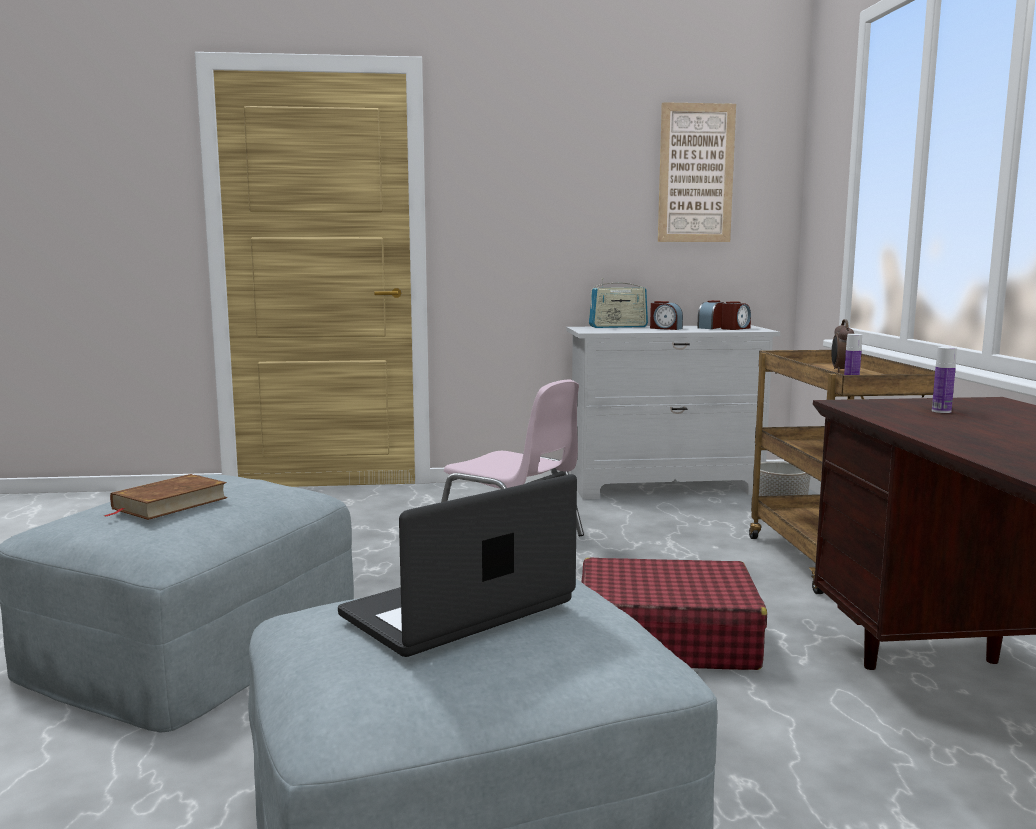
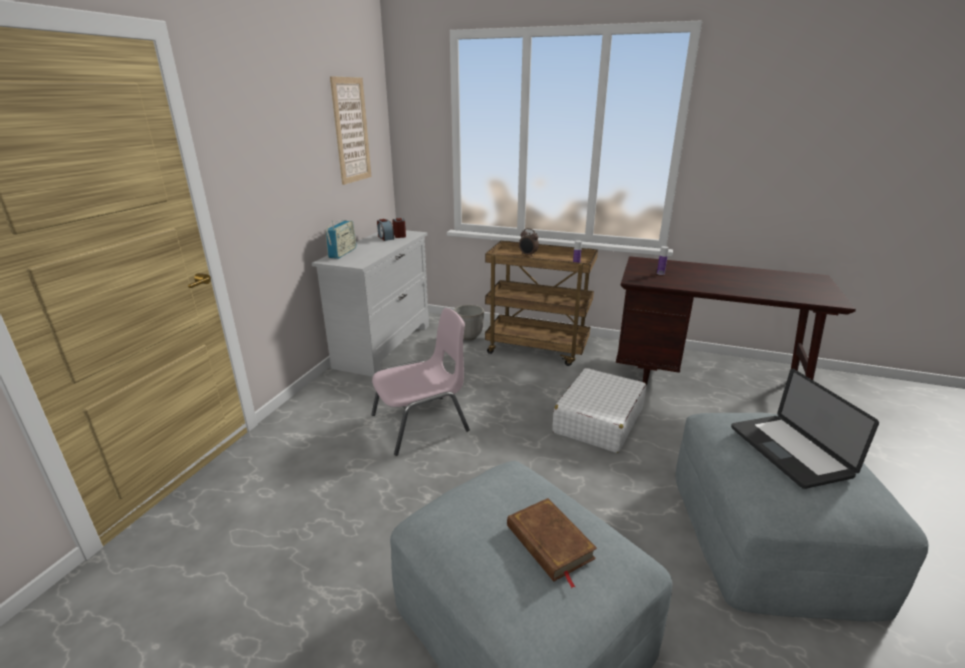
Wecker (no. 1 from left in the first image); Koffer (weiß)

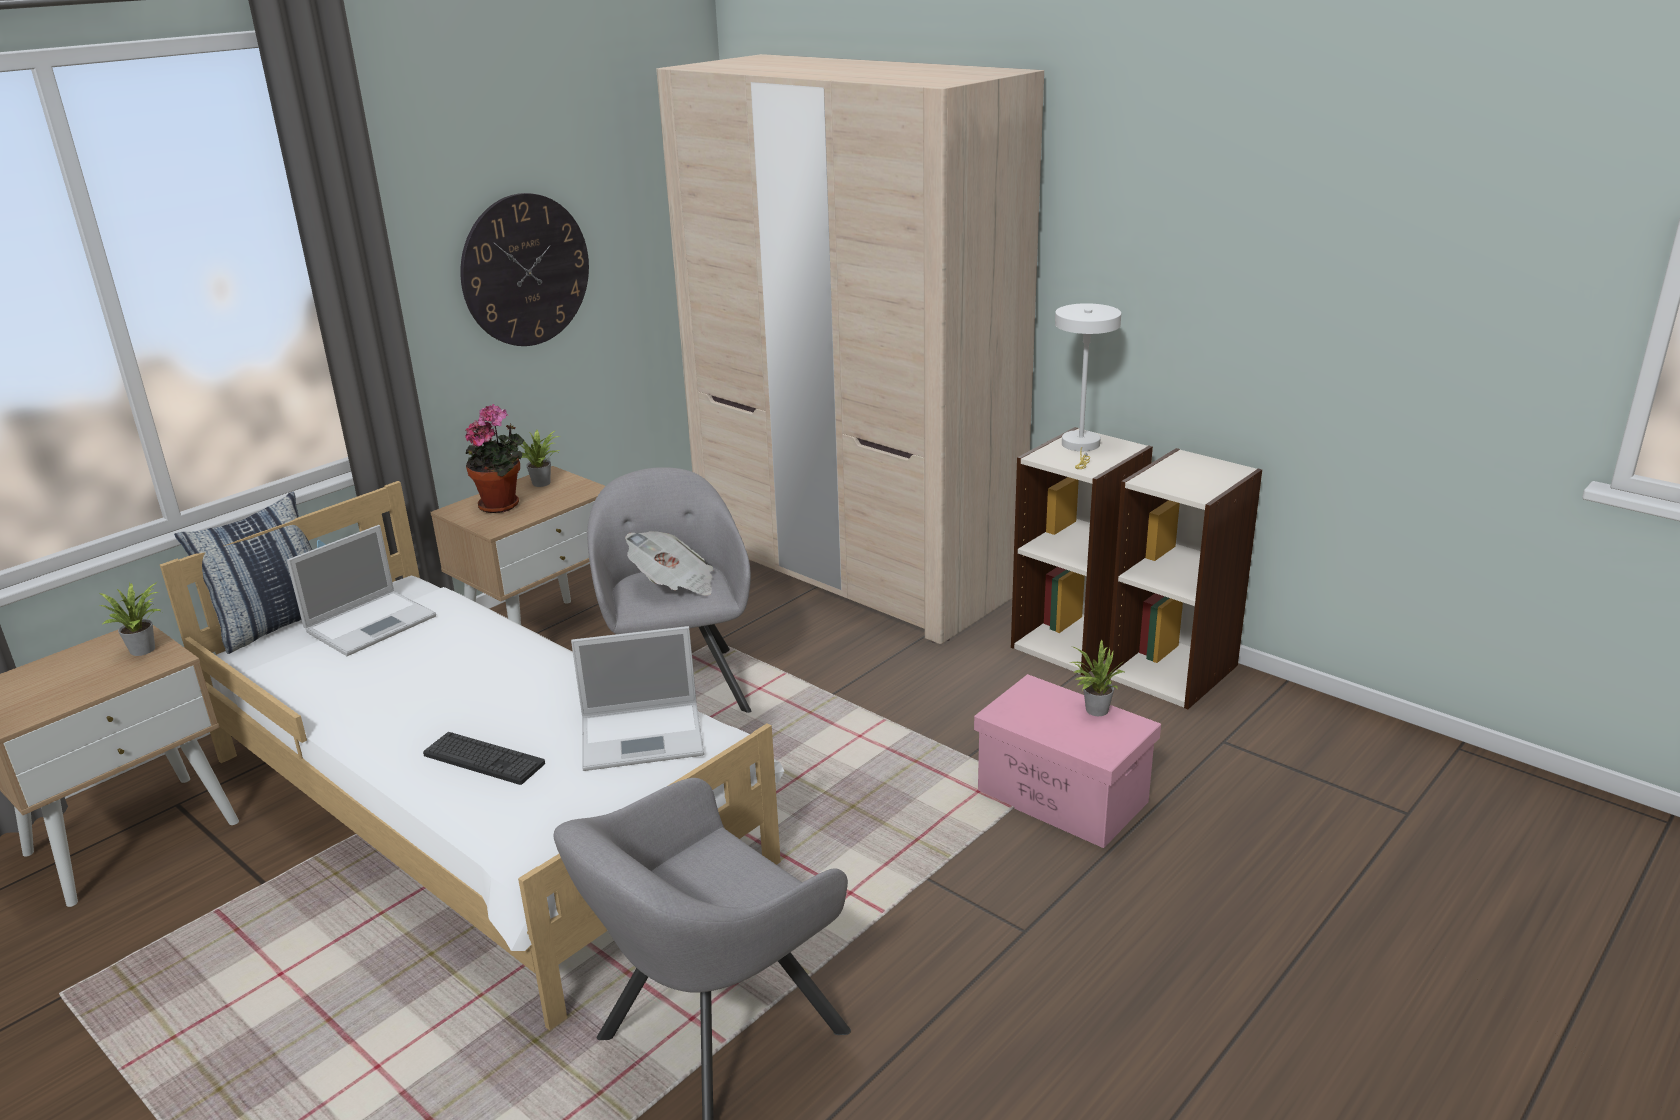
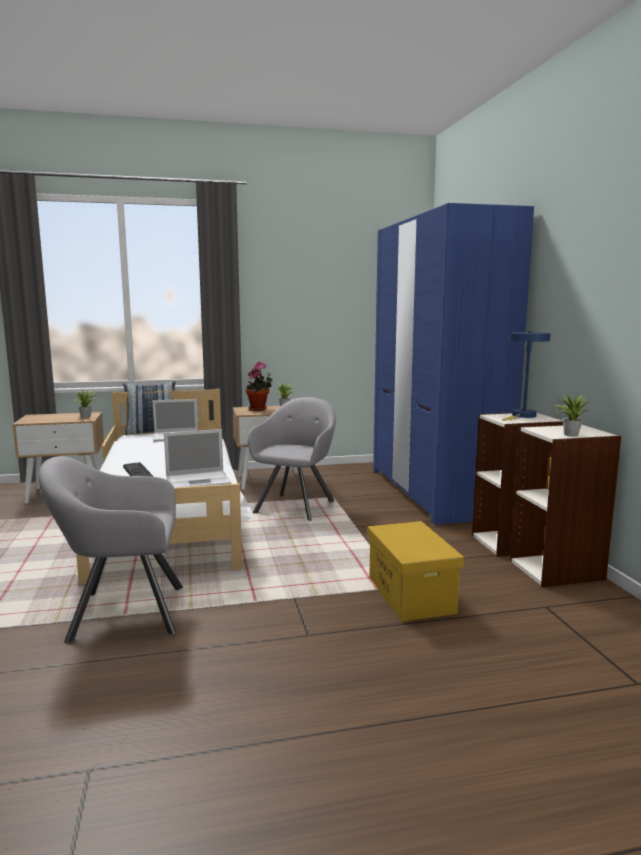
Kleiderschrank (blau); Wanduhr; Tischlampe (blau); Zeitung; Laptop (no. 2 from left); Topfpflanze (no. 4 from left); Aufbewahrungsbox (gelb)

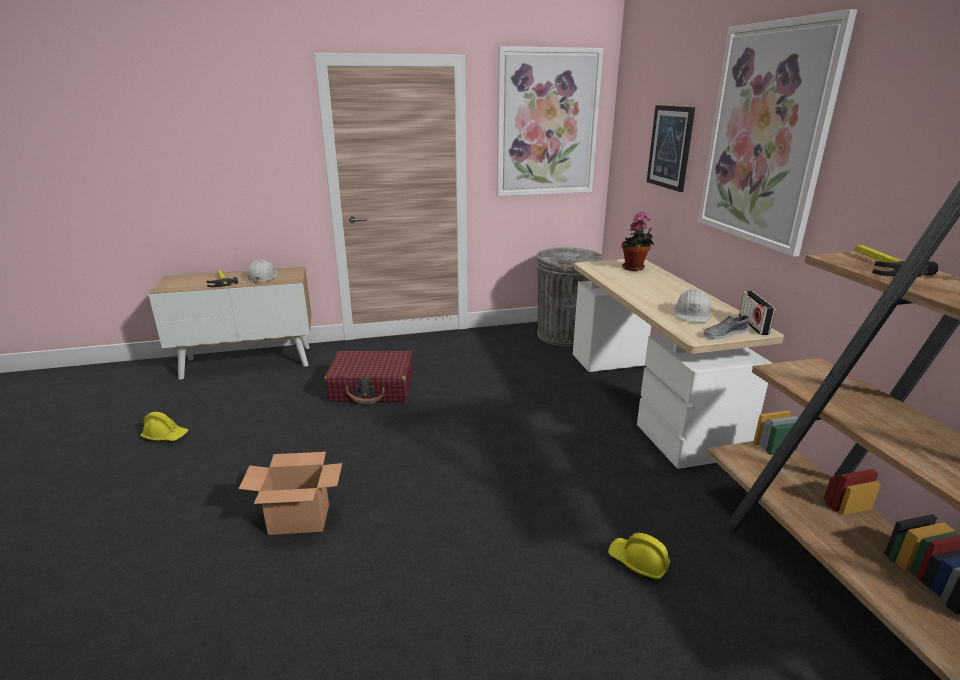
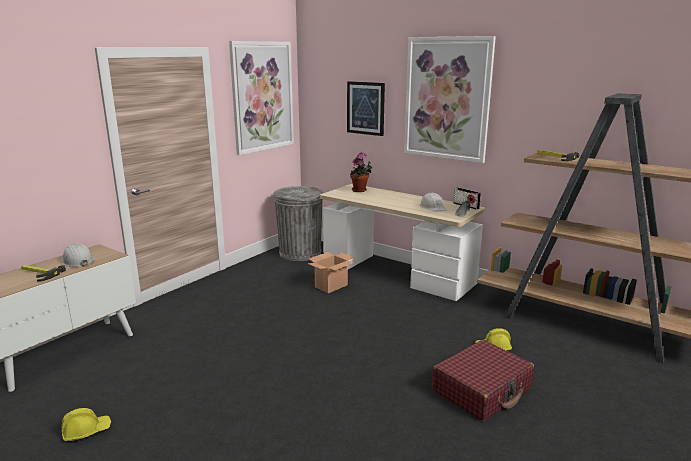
Koffer (rot); Karton

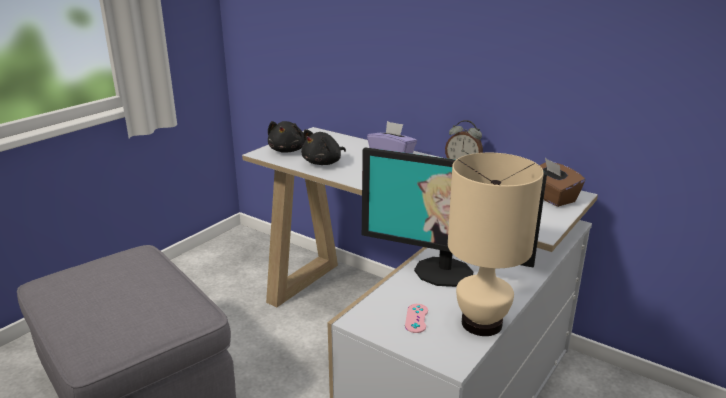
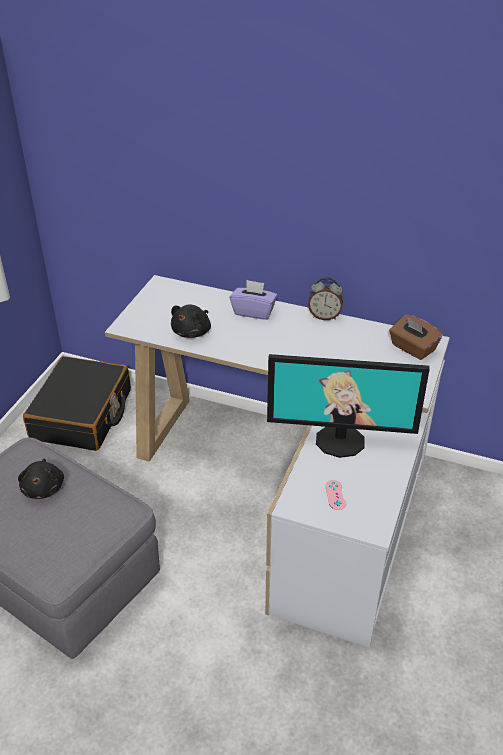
Plüschtier (schwarz) (no. 1 from left); Tischlampe (beige); Koffer (schwarz)

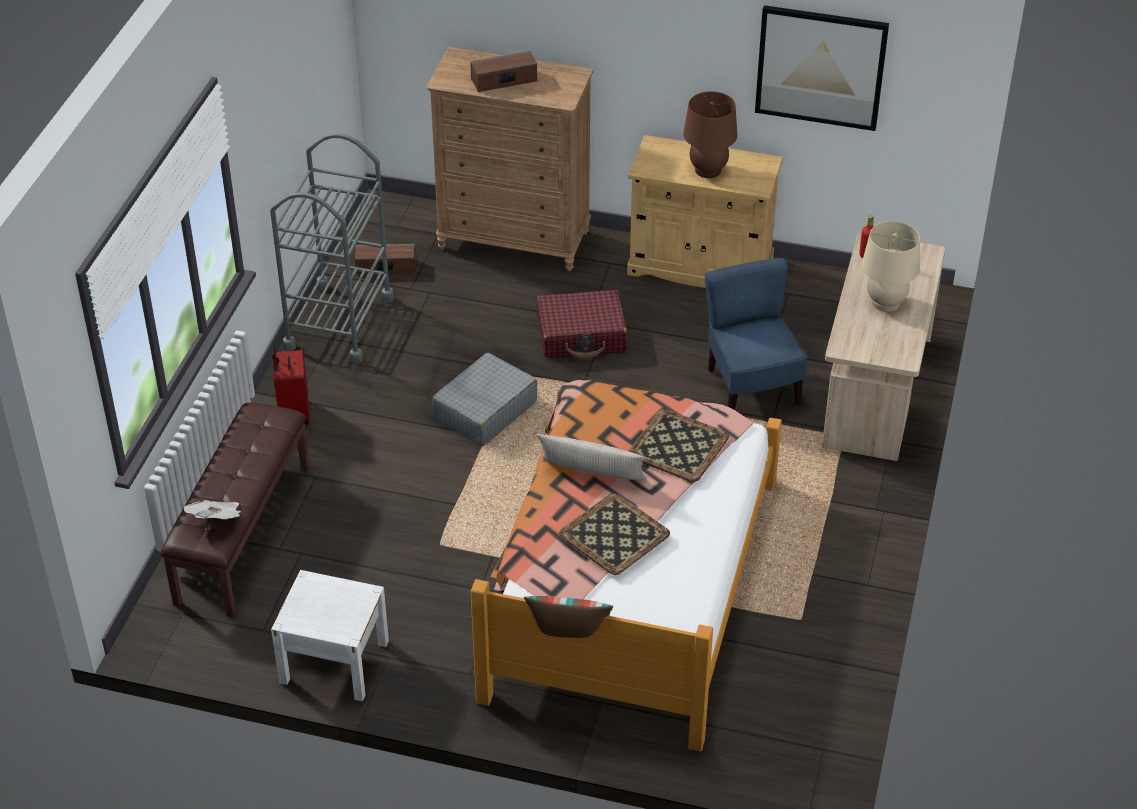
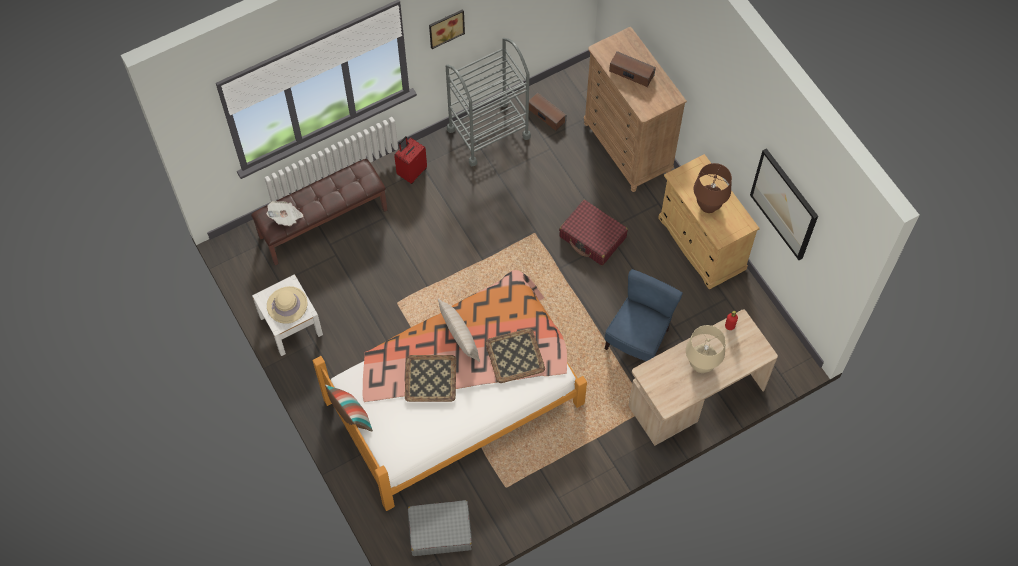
Koffer (grau); Bild (no. 1 from left); Hut (beige)

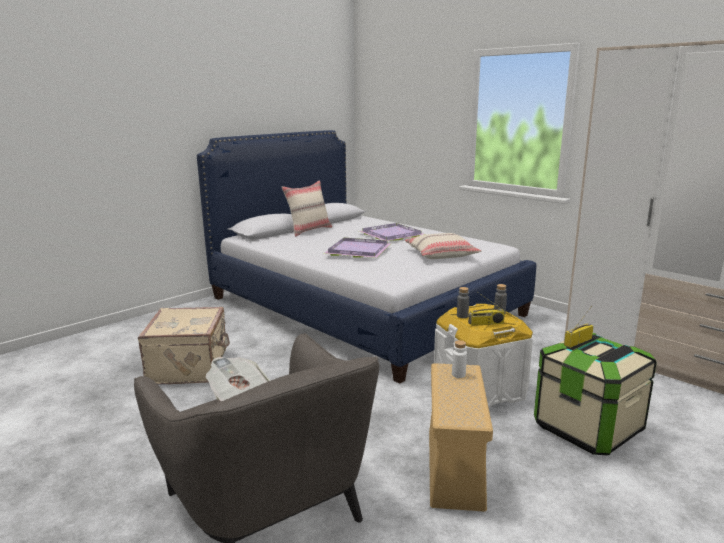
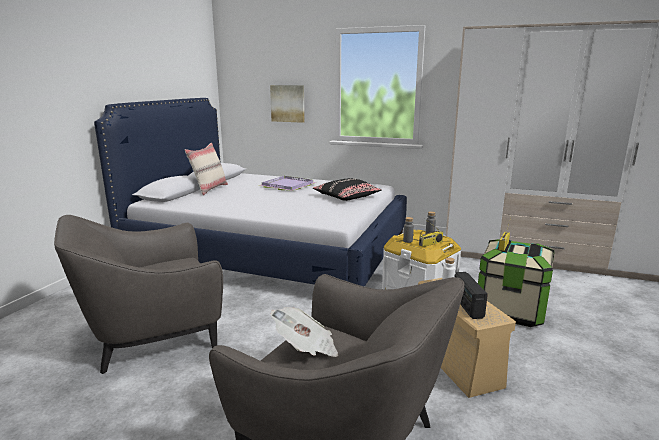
Kissen (schwarz); Tablett (lila) (no. 1 from left in the first image); Sessel (grau) (no. 1 from left); Bild; Radio (no. 2 from left)

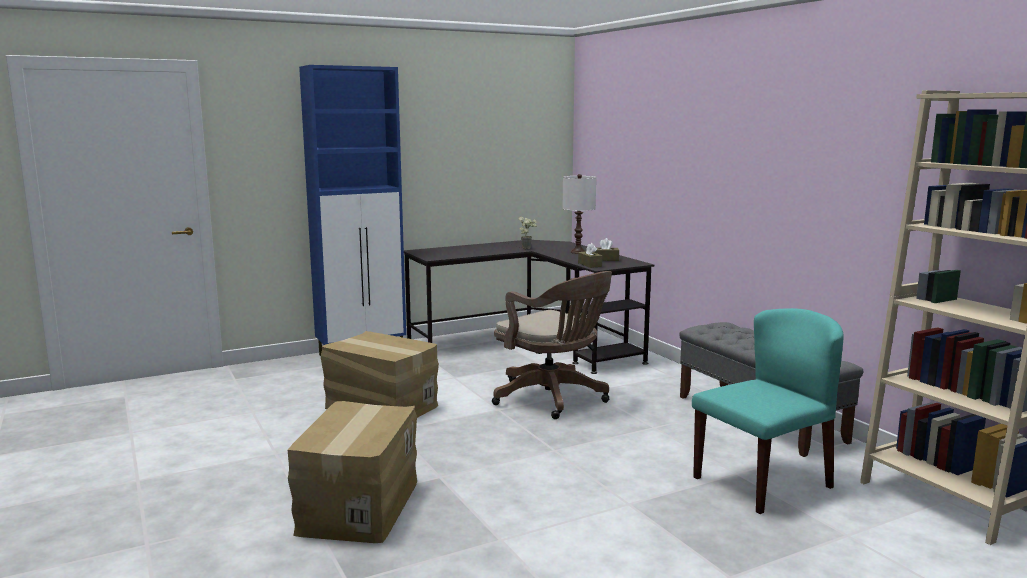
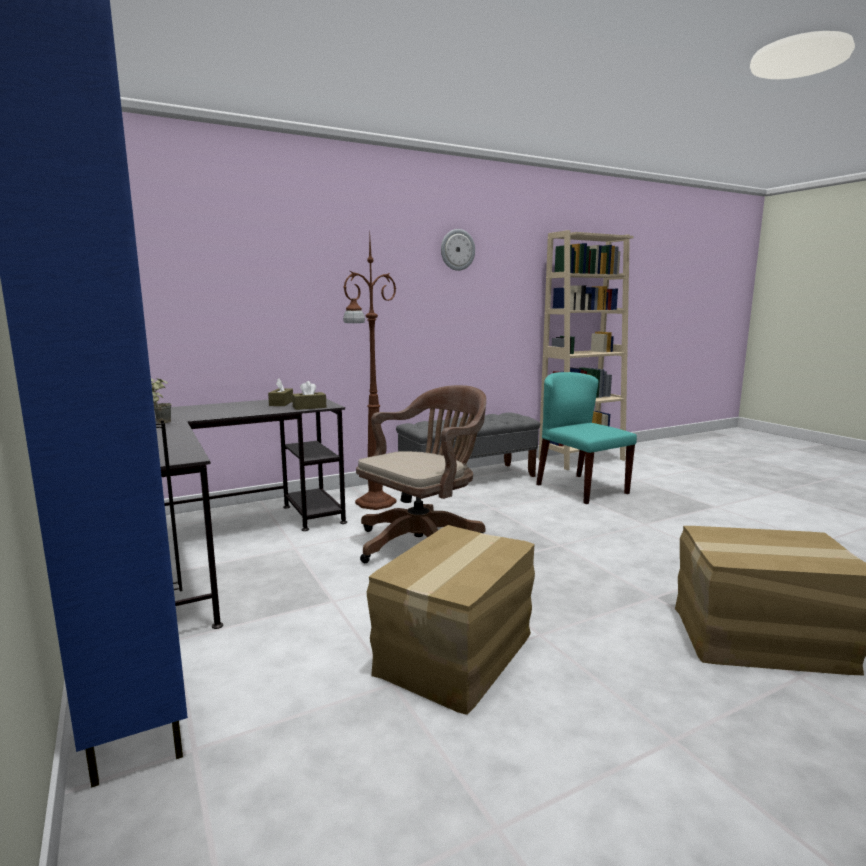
Tischlampe (weiß); Wanduhr; Stehlampe (braun)

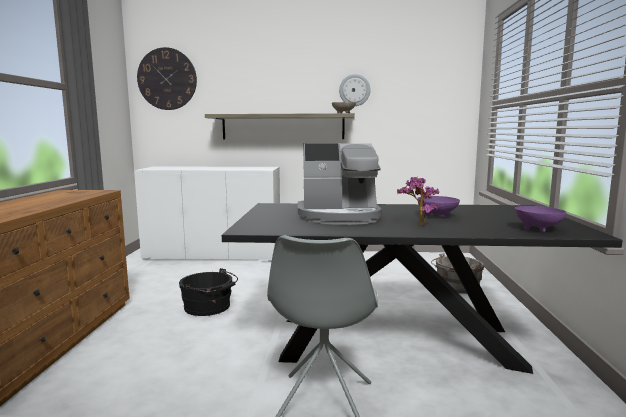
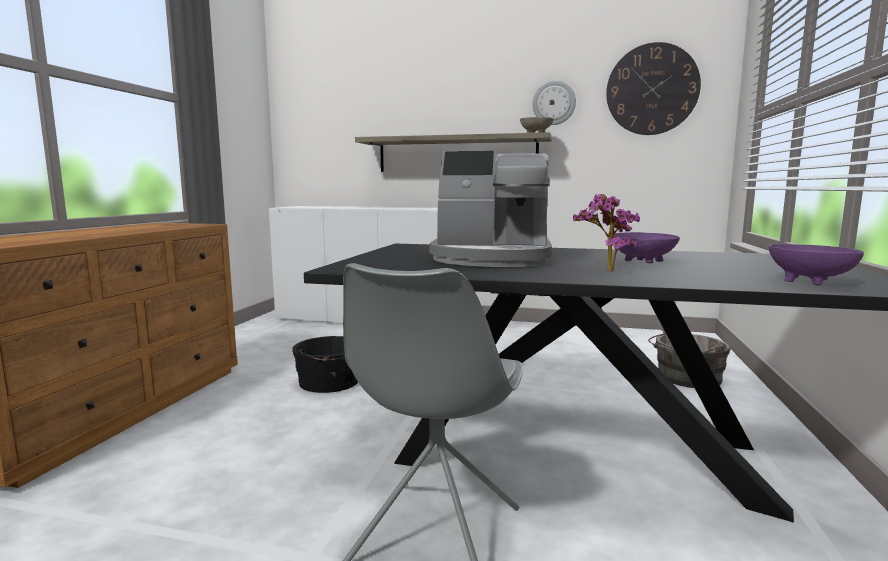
Wanduhr (no. 2 from left)

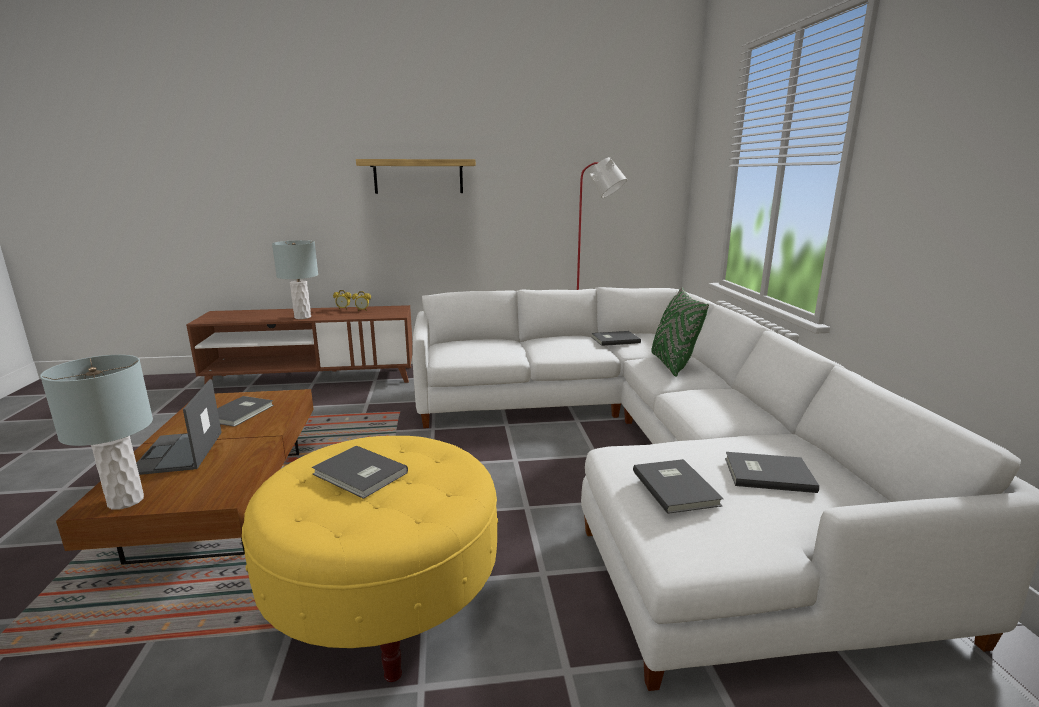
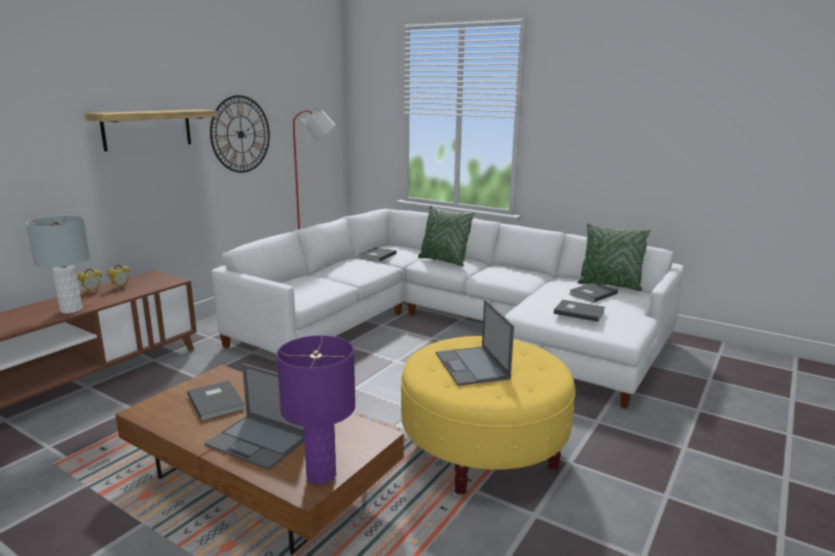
Tischlampe (lila); Laptop (no. 2 from left); Wanduhr; Kissen (grün) (no. 2 from left)

